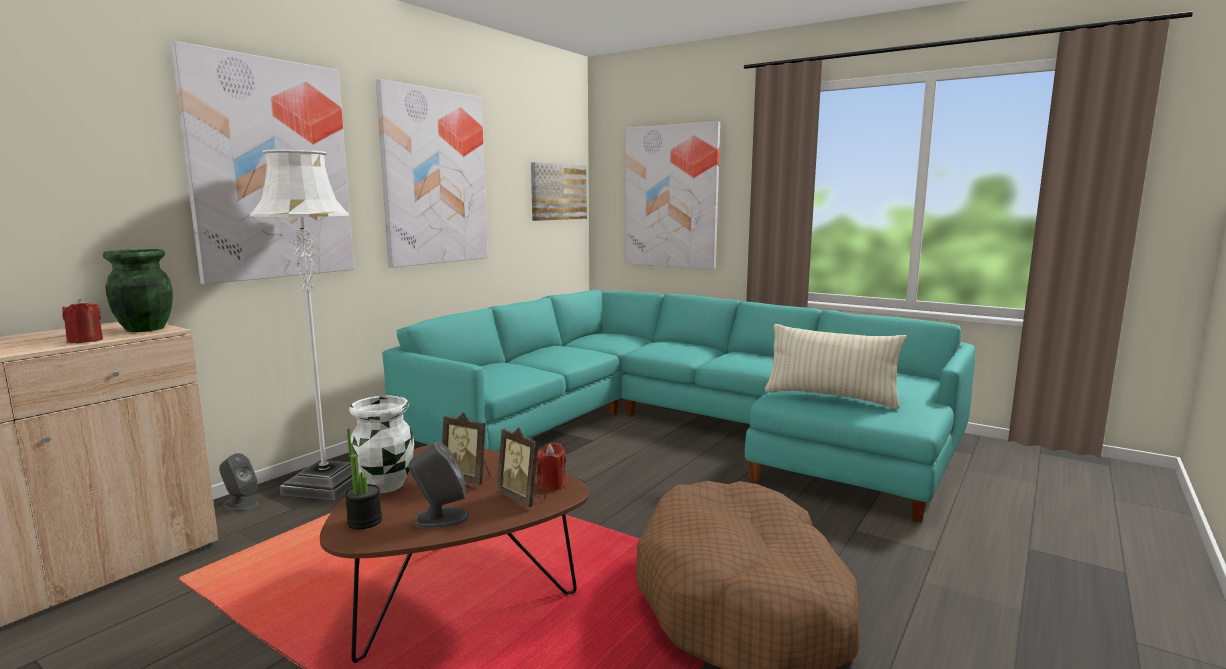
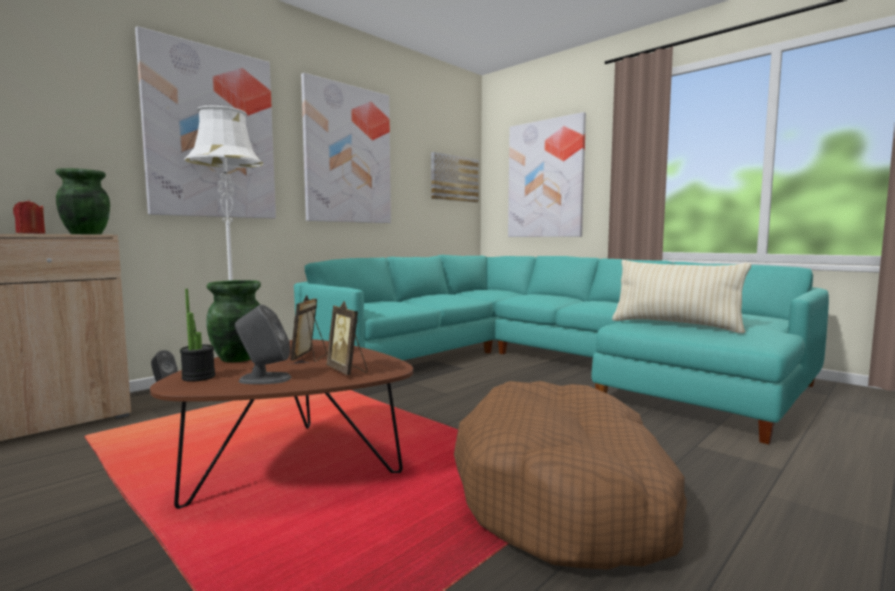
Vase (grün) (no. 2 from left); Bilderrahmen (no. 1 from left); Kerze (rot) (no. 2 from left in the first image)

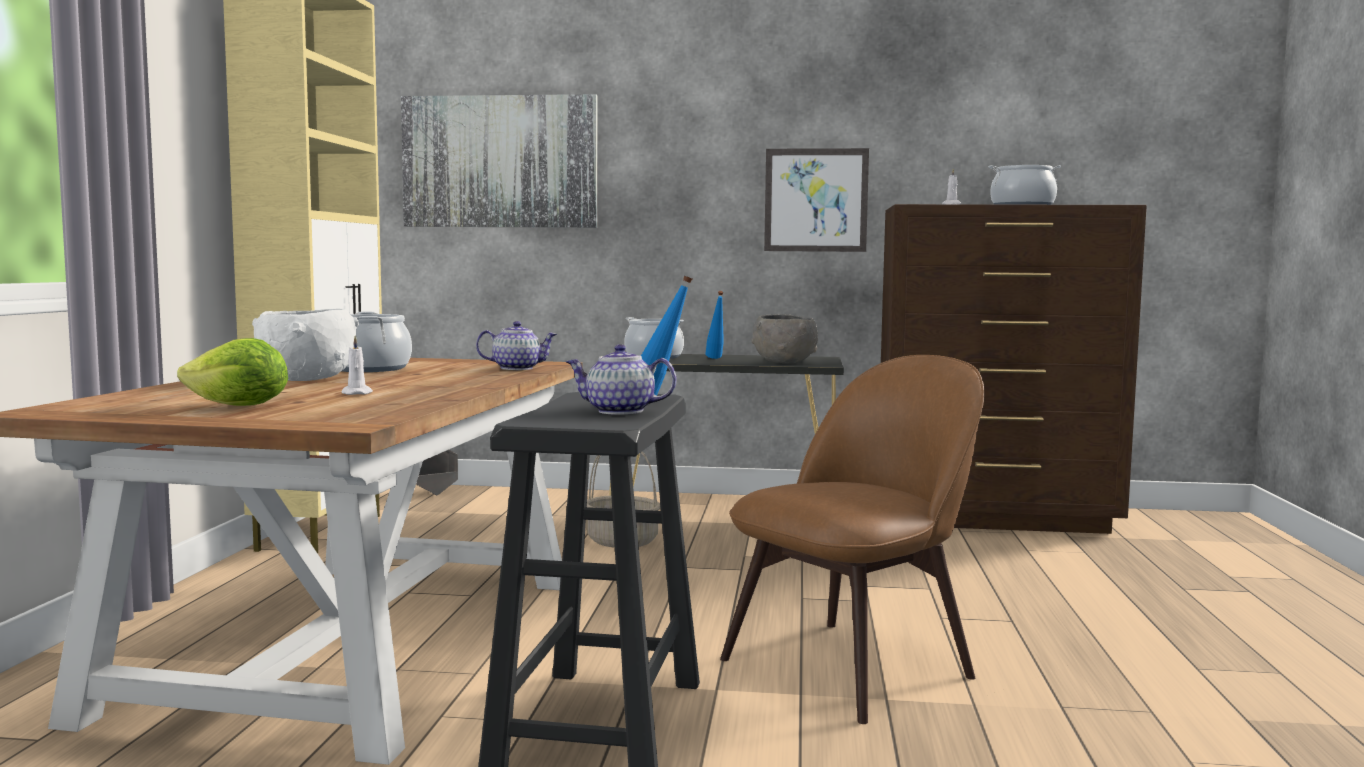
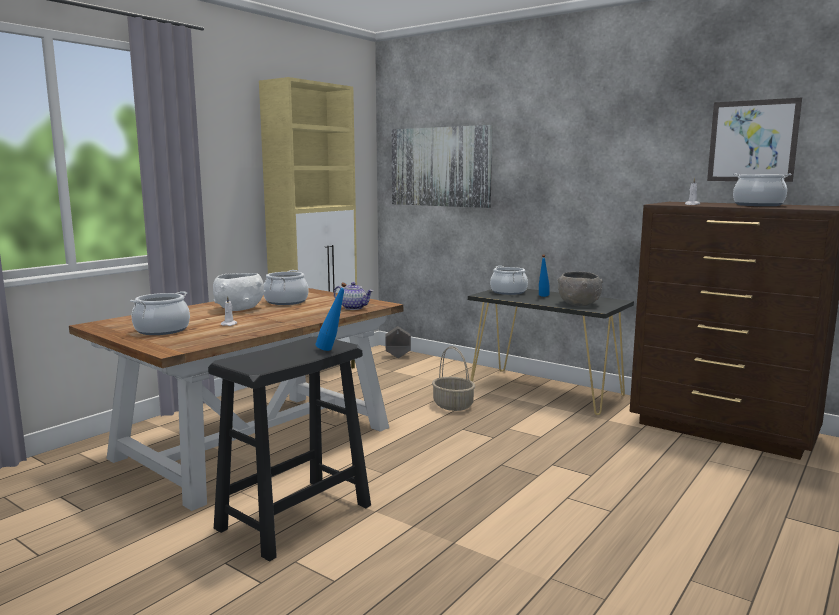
Bild (no. 2 from left); Kochtopf (no. 1 from left); Teekanne (no. 2 from left in the first image); Stuhl (braun)

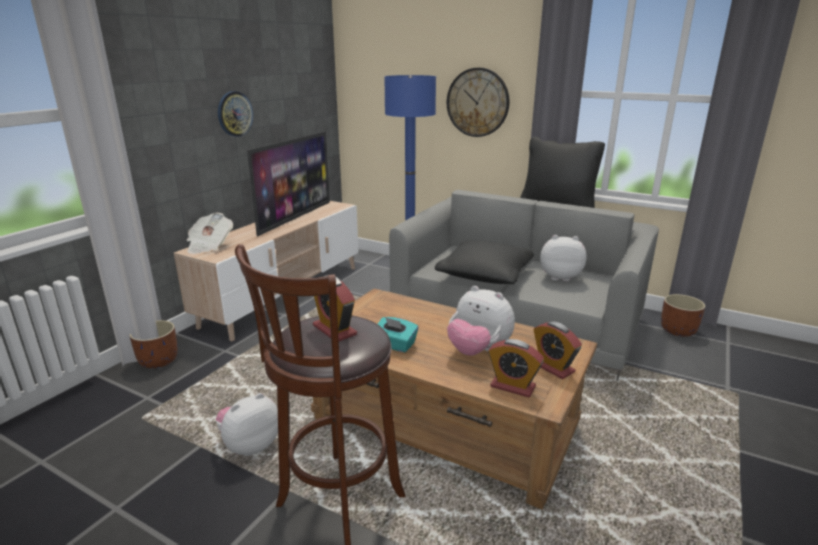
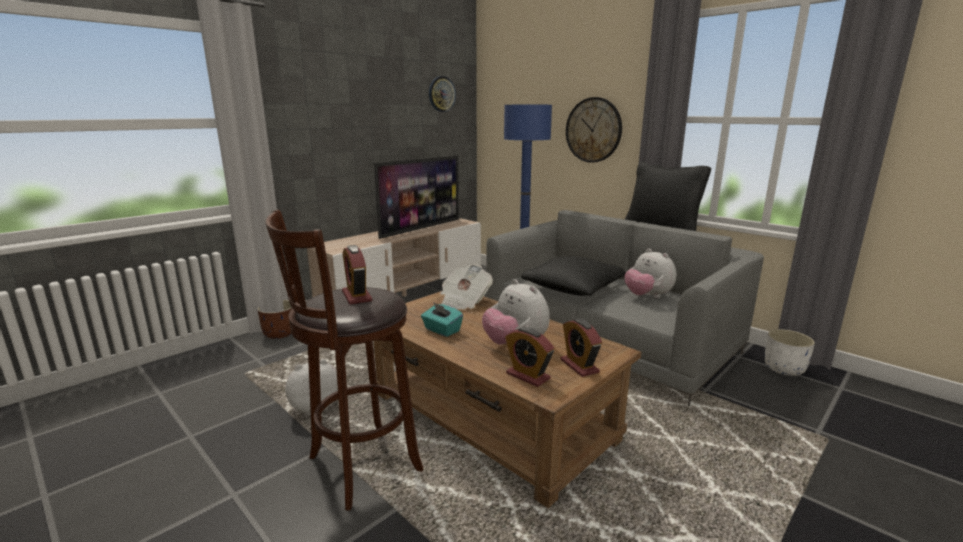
Wanduhr (no. 1 from left); Zeitung; Plüschtier (no. 3 from left); Pflanzkübel (weiß)

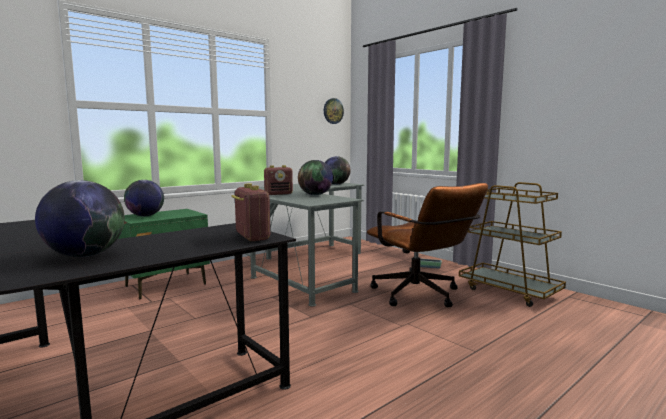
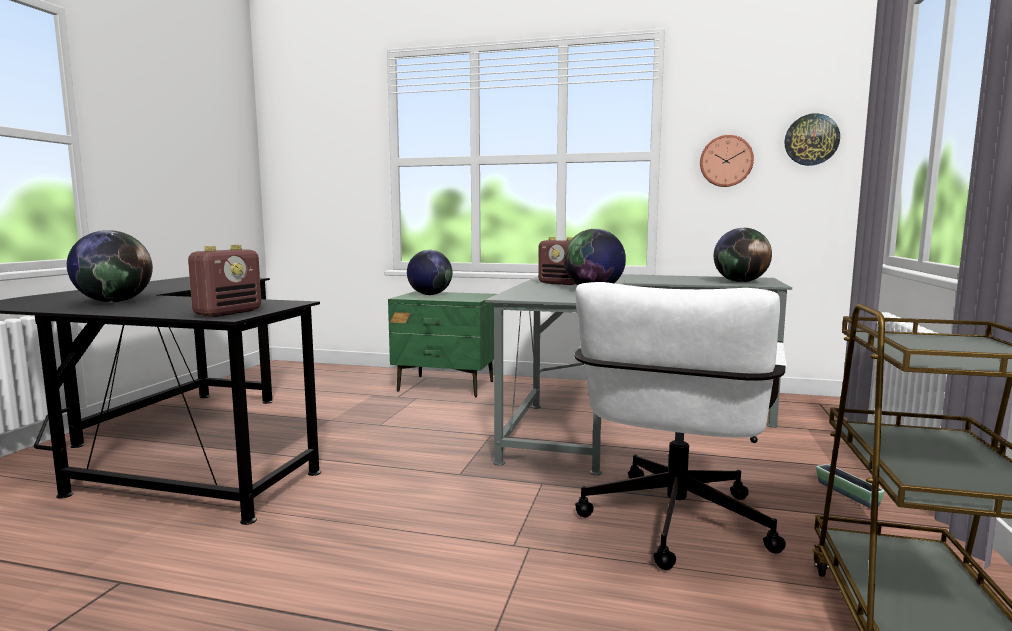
Bürostuhl (weiß); Wanduhr (no. 1 from left)

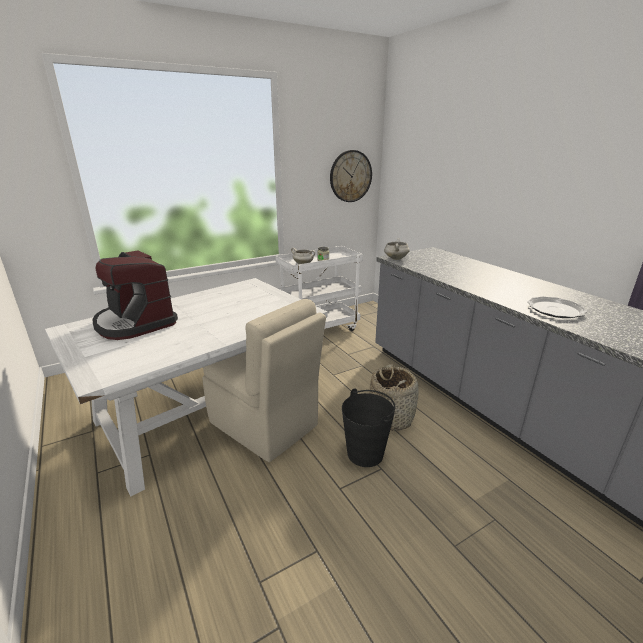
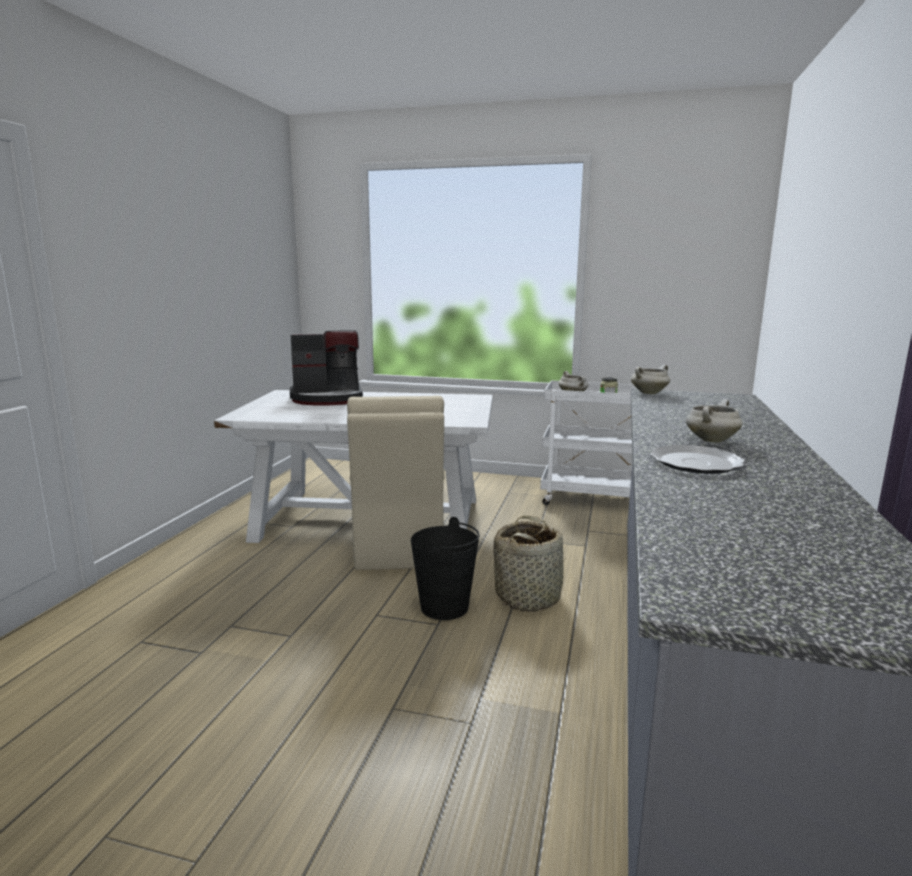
Wanduhr; Kaffeemaschine; Kochtopf (weiß) (no. 3 from left)

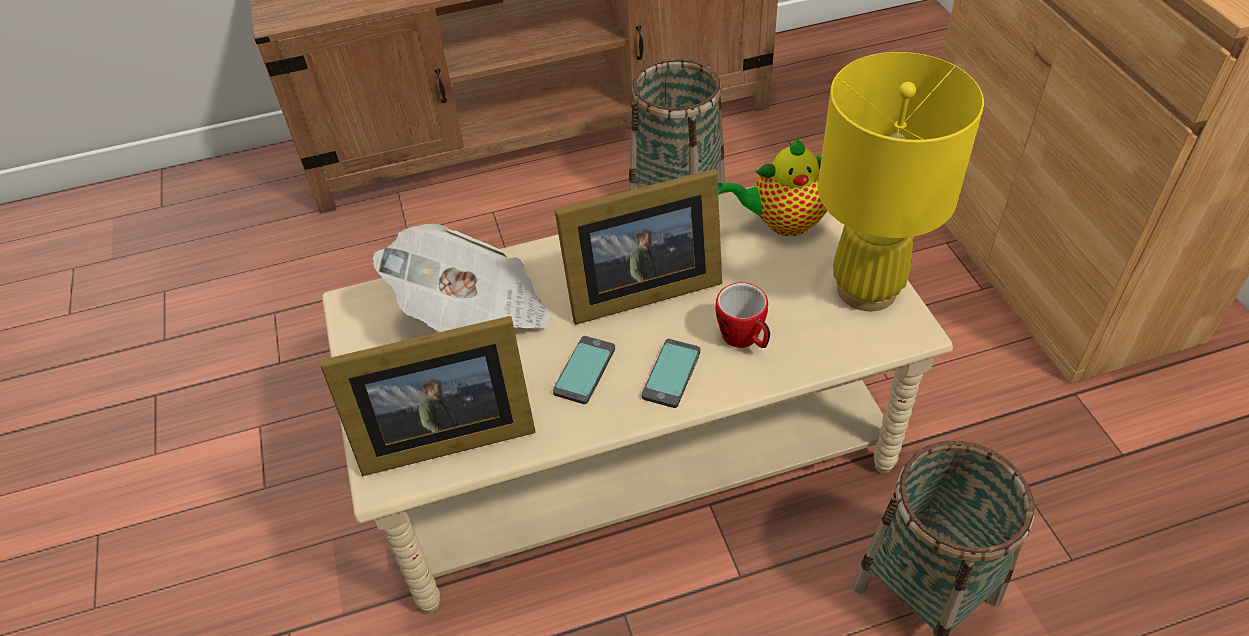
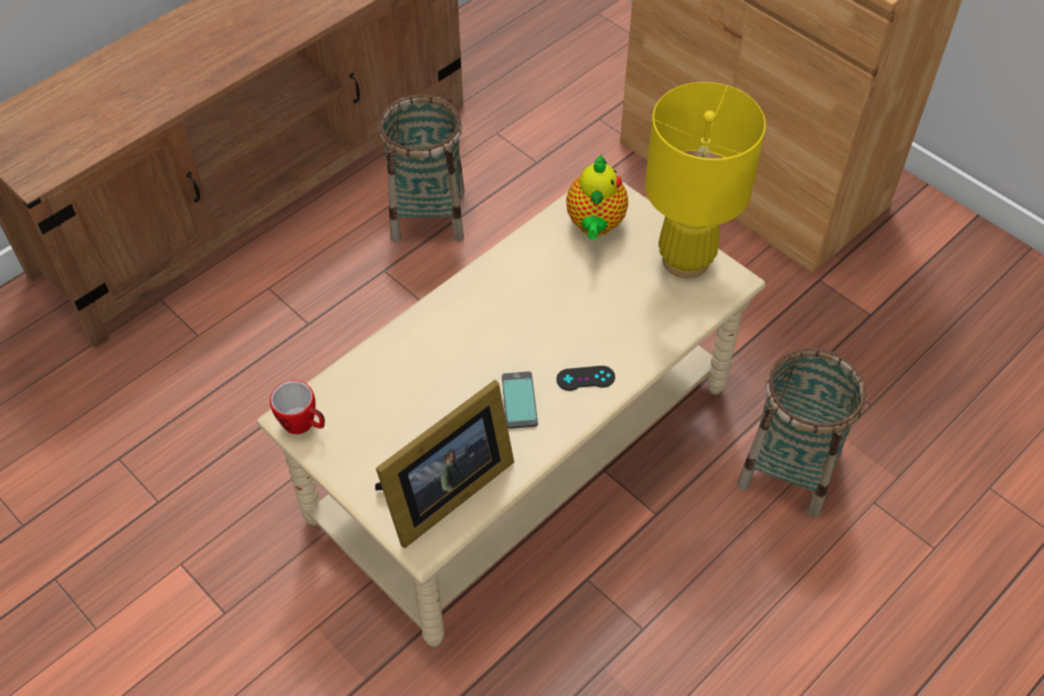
Teekanne; Bilderrahmen (no. 2 from left in the first image); Zeitung; Henkelbecher; Gamepad (schwarz)

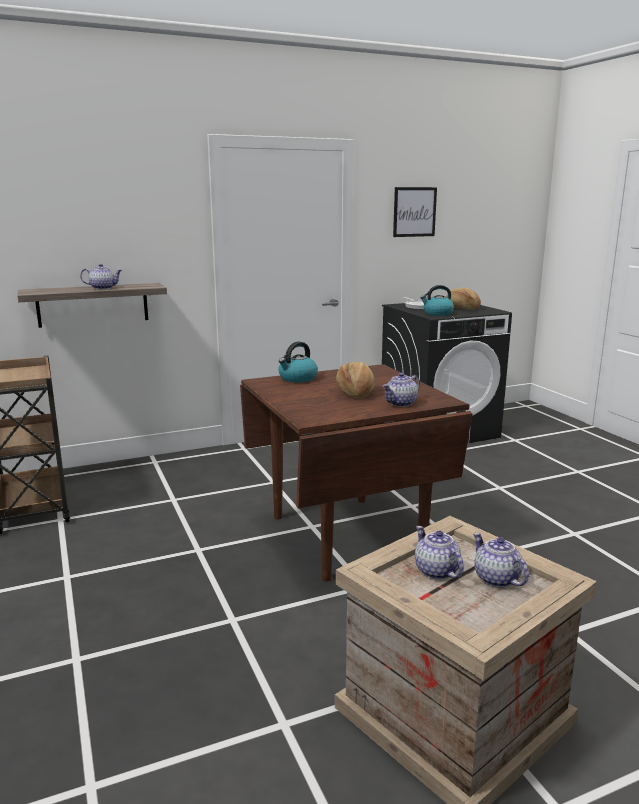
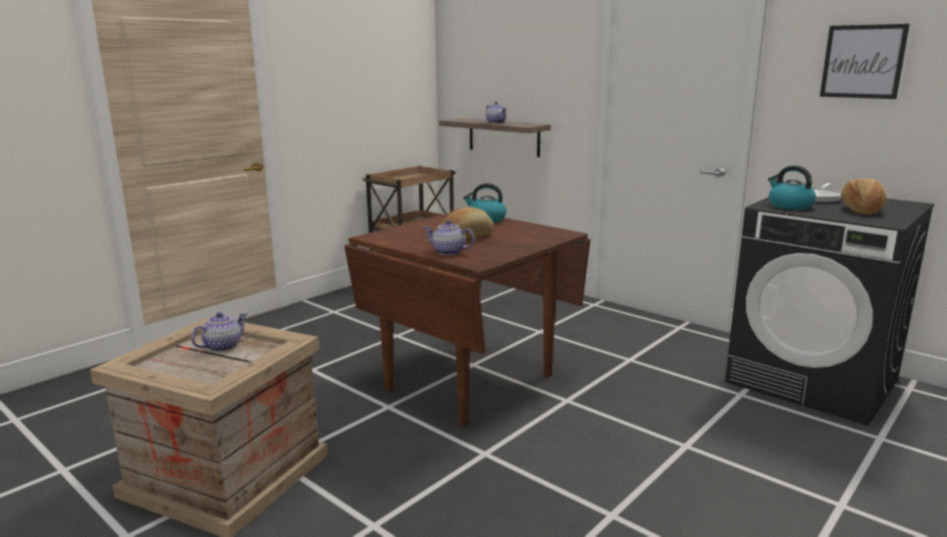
Teekanne (no. 4 from left in the first image)

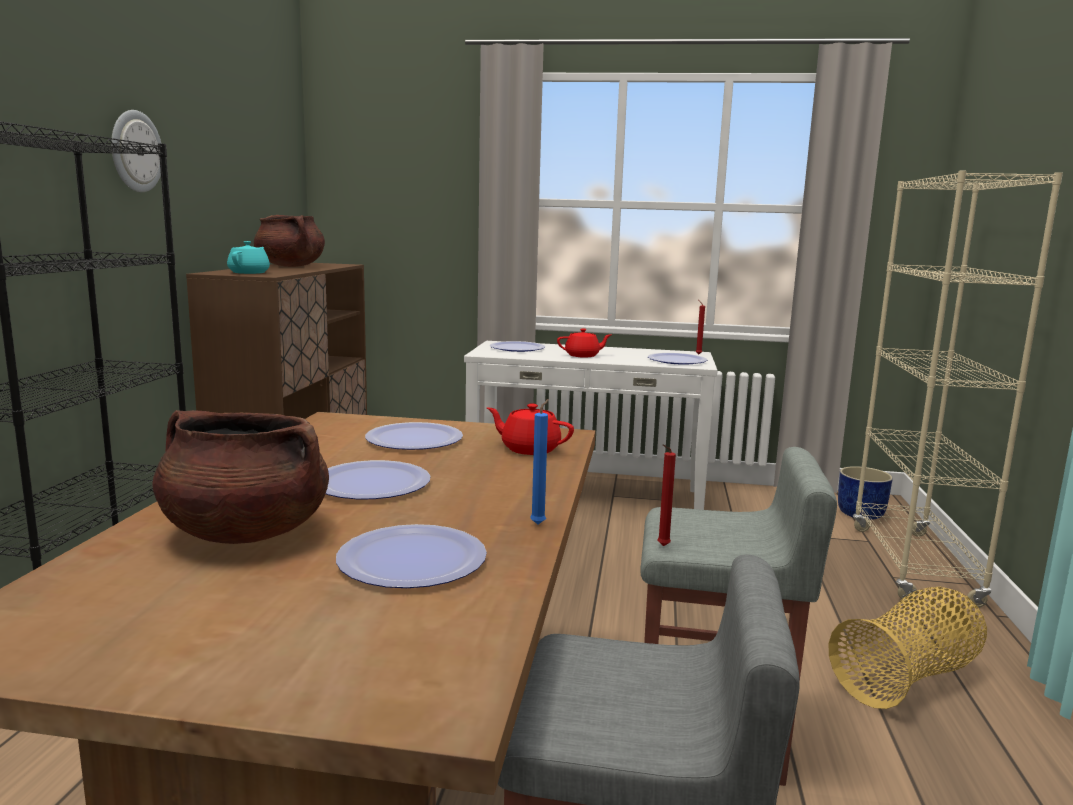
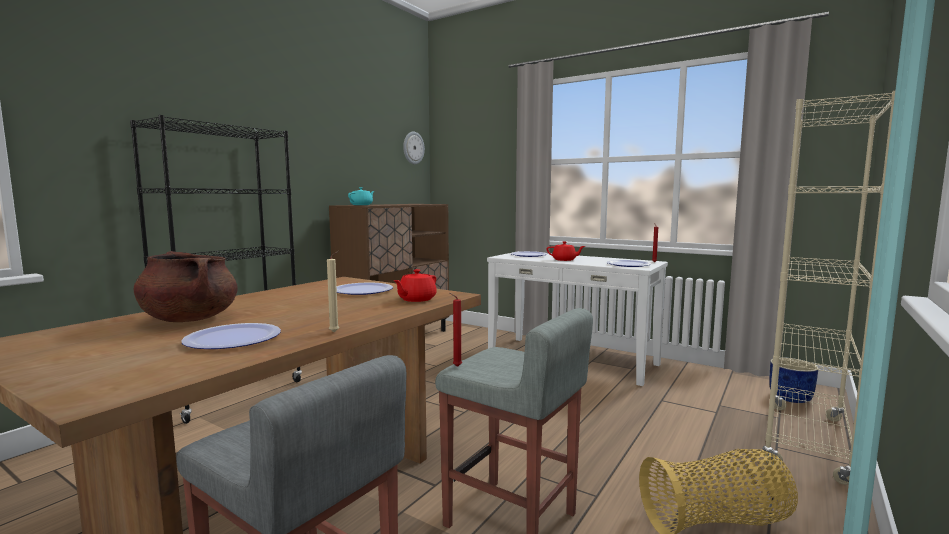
Wanduhr; Kochtopf (braun) (no. 2 from left in the first image); Kerze (beige); Teekanne (rot) (no. 1 from left); Teller (no. 1 from left in the first image)

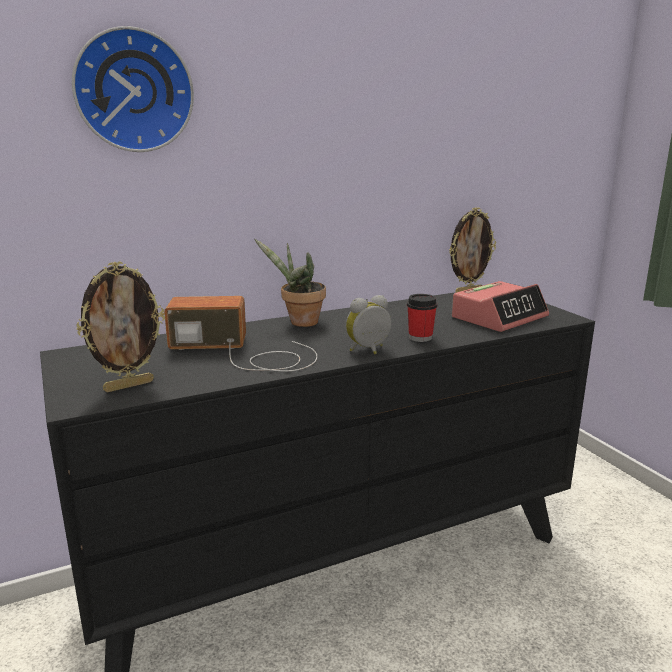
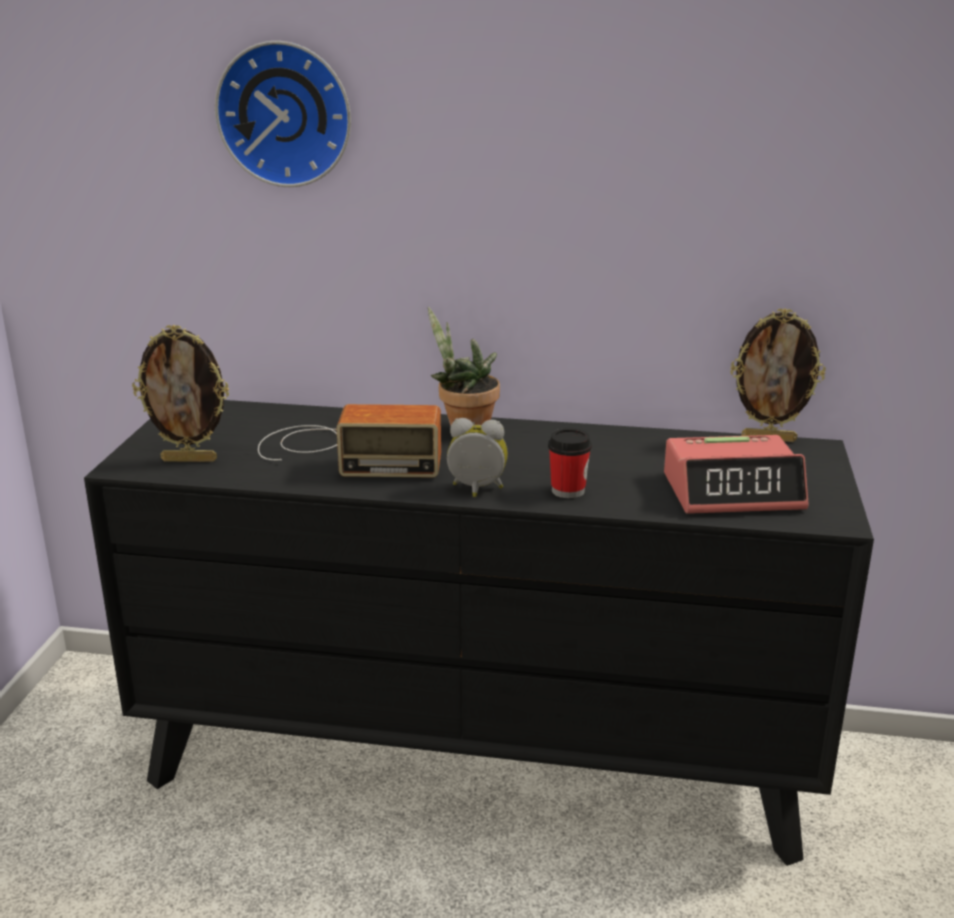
Radio

